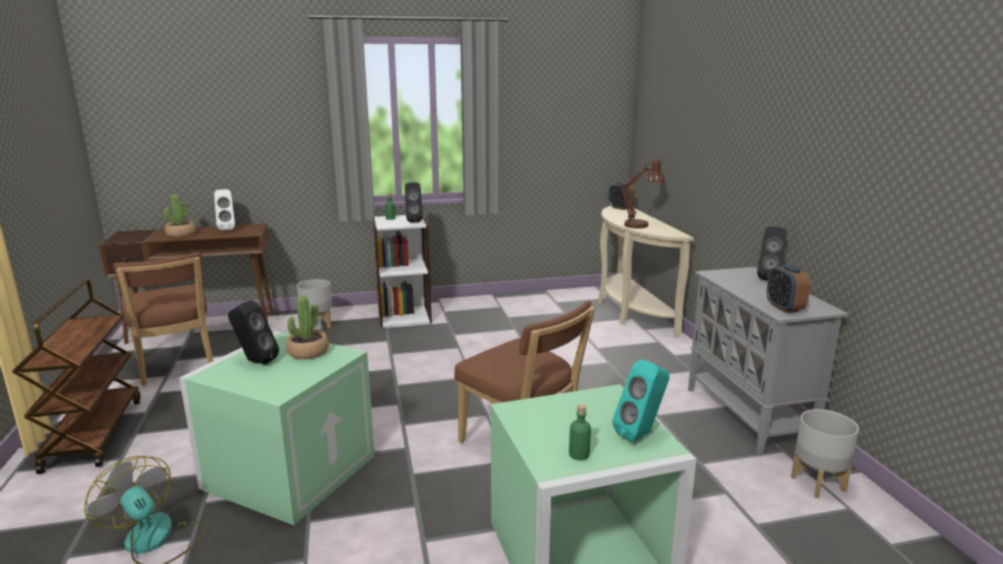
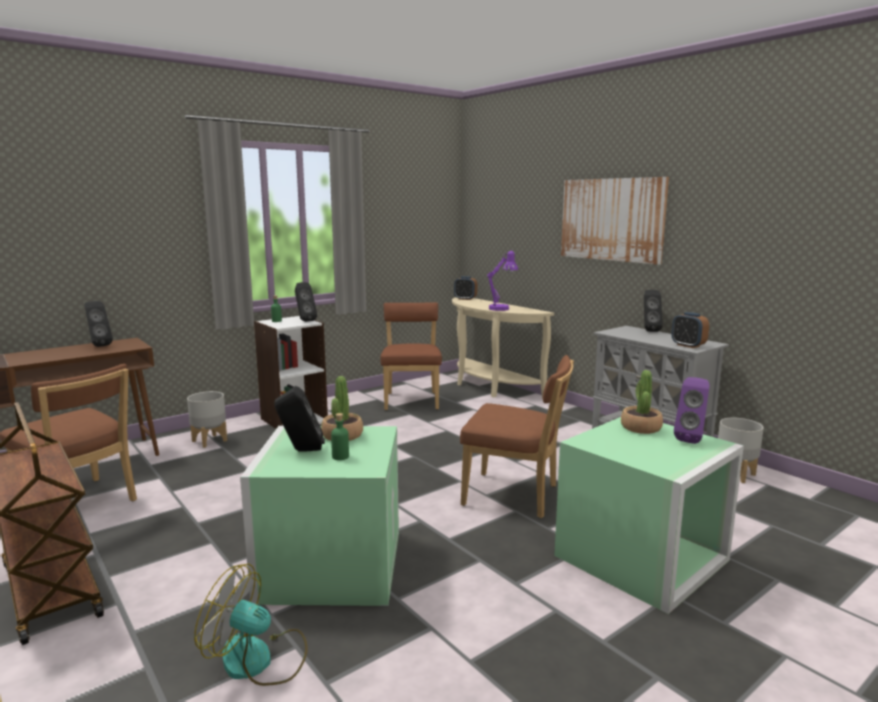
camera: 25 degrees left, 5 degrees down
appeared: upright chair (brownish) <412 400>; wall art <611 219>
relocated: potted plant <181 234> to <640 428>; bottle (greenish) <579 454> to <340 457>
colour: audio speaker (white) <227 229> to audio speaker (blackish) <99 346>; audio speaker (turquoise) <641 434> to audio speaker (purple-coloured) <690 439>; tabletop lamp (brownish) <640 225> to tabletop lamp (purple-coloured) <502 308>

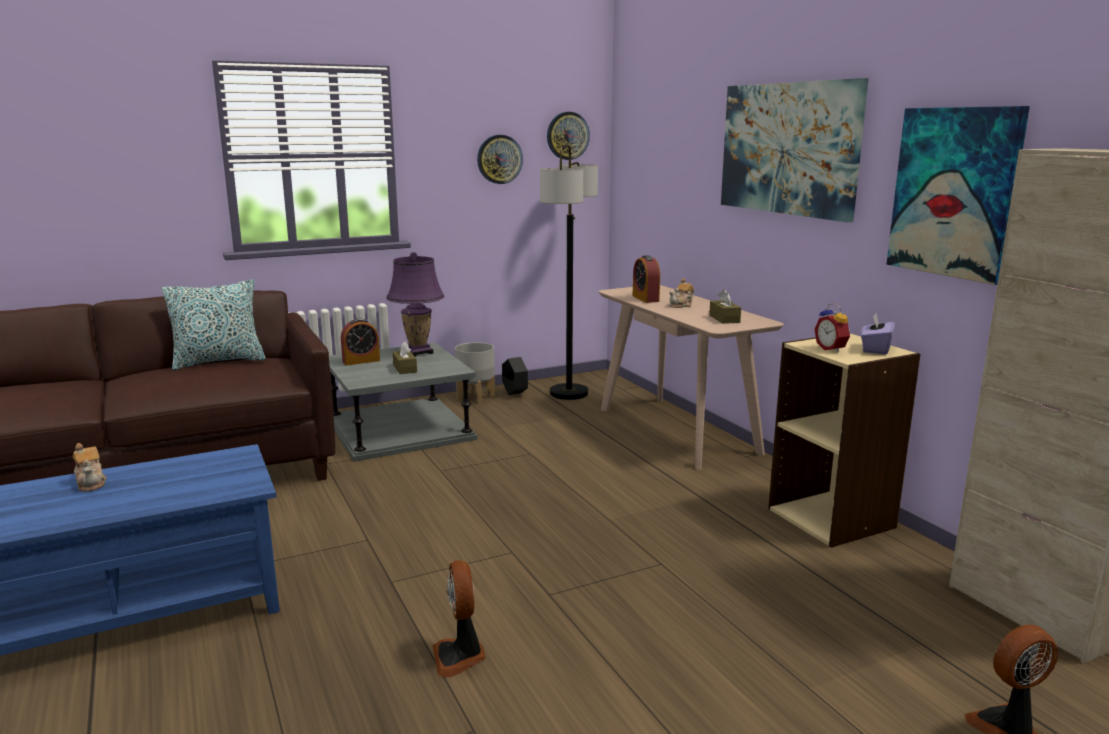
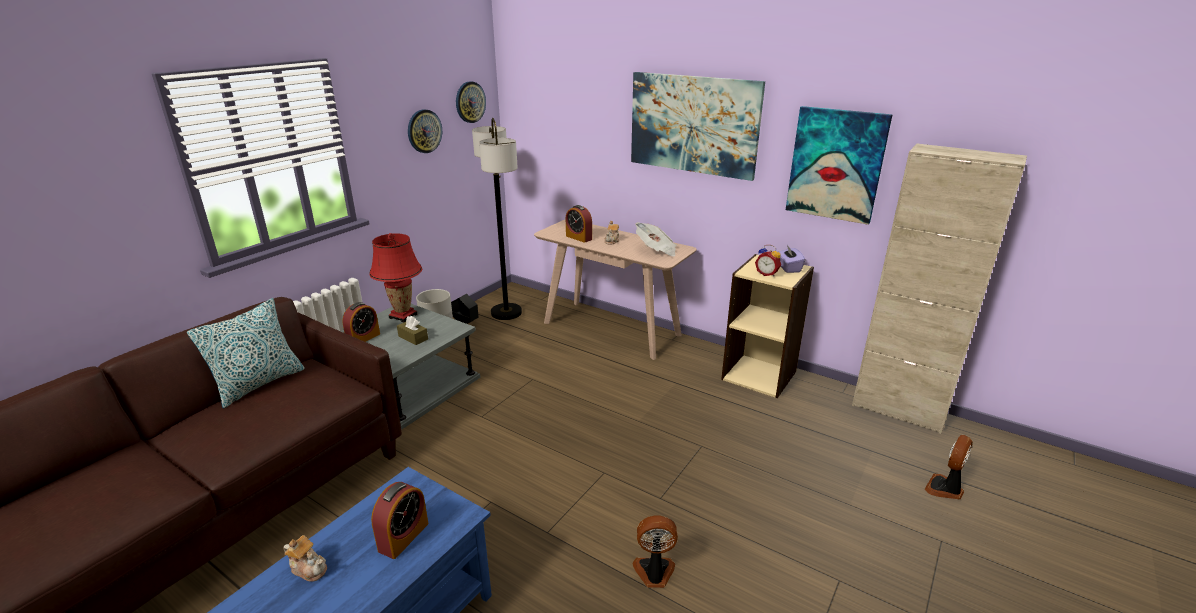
camera: 30 degrees left, 10 degrees up
appeared: bedside clock <403 537>
exchanged: box of tissues (brownish) <724 319> to daily paper <656 250>
colour: tabletop lamp (purple-coloured) <418 352> to tabletop lamp (red-coloured) <403 316>
spun: electric fan <460 656> = <654 573> 135 degrees clockwise

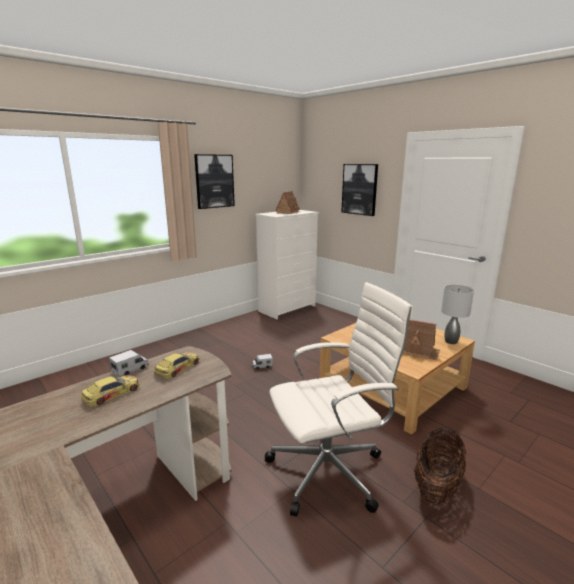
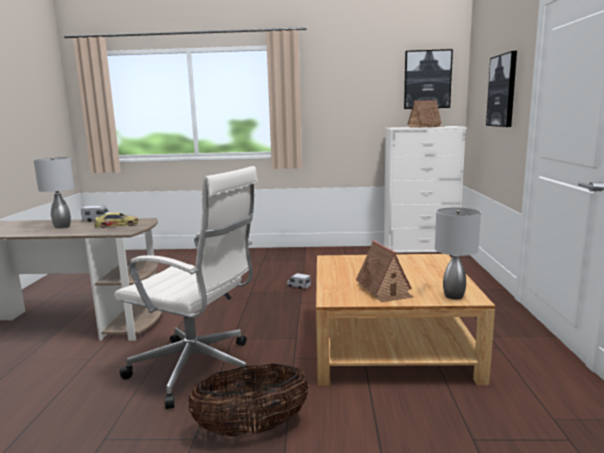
camera: 45 degrees right, 5 degrees down
relocated: wall art <214 181> to <427 79>
exchanged: toy car <112 393> to tabletop lamp (gray) <62 226>

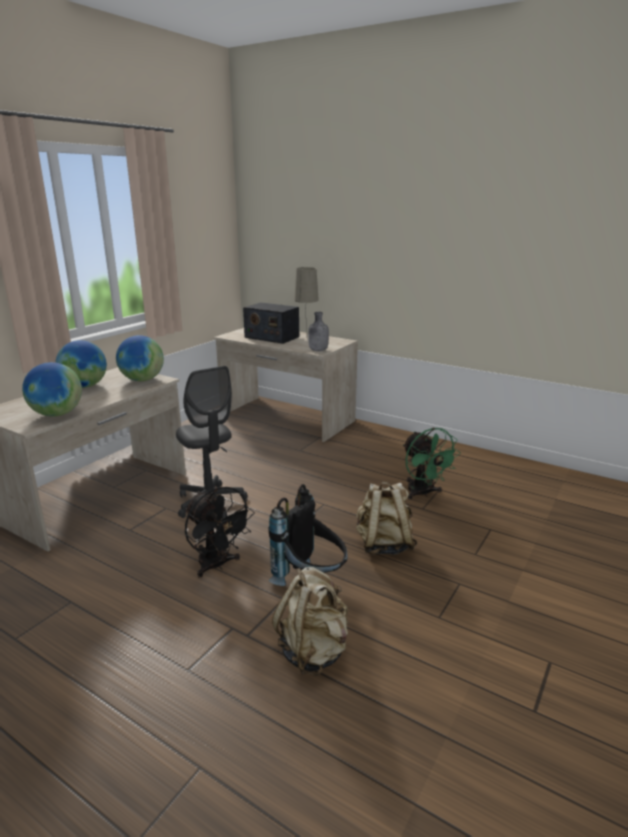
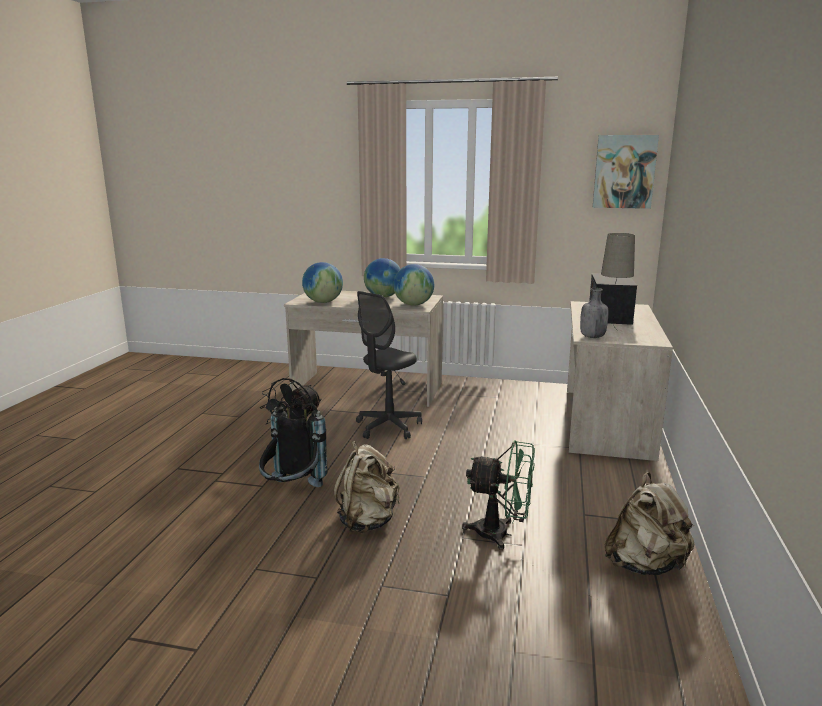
camera: 70 degrees right, 5 degrees down
appeared: wall art <624 172>
relocated: knapsack (beige) <313 651> to <645 565>
spun: electric fan (greenish) <423 493> = <501 534> 120 degrees counterclockwise

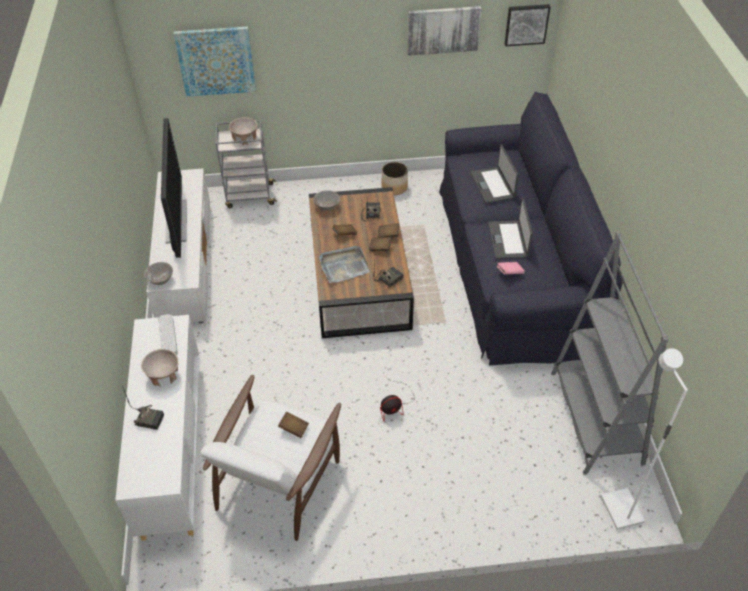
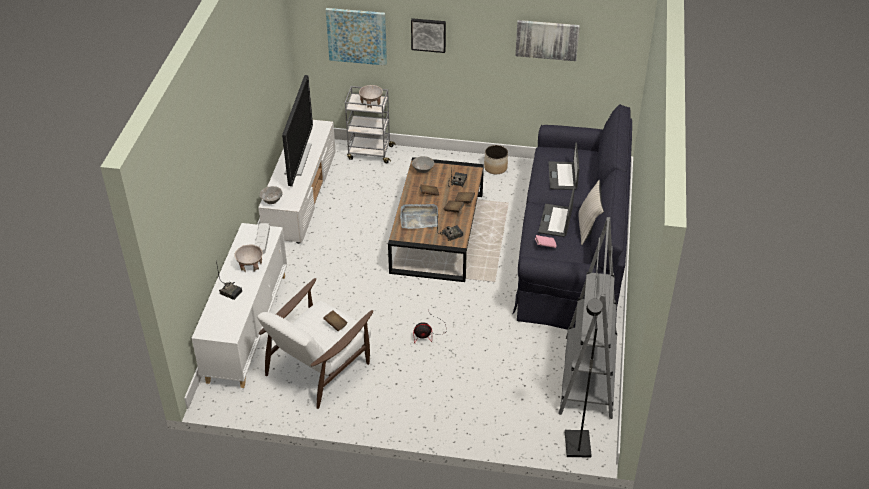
camera: 15 degrees right, 5 degrees down
appeared: cushion (beige) <588 228>
relocated: wall art <526 24> to <428 34>
colour: standard lamp (white) <620 509> to standard lamp (blackish) <576 444>

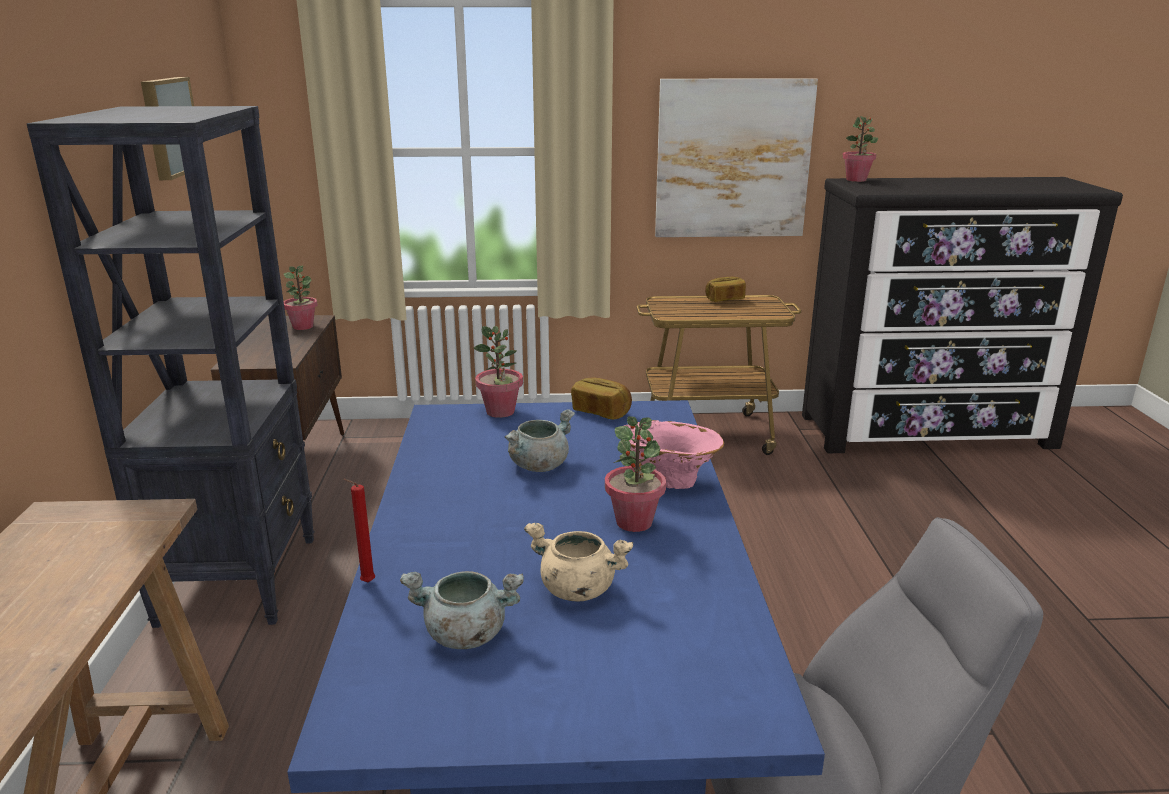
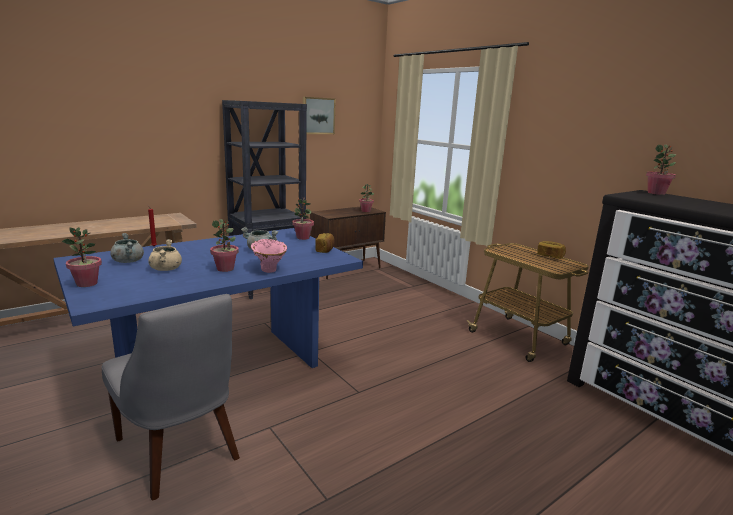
camera: 55 degrees right, 5 degrees down
missing: wall art <732 159>
appeared: potted plant <87 284>

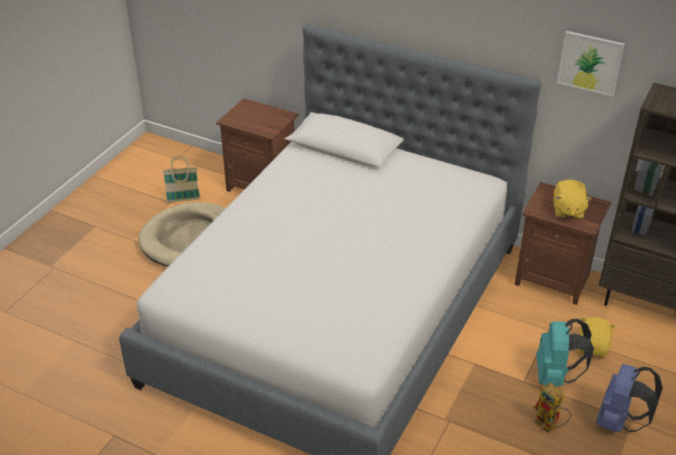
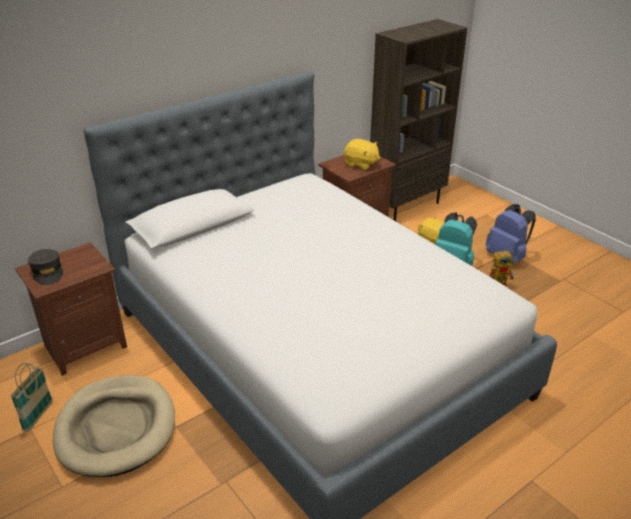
camera: 65 degrees left, 5 degrees down
missing: wall art <590 63>
appeared: baseball cap (gray) <47 272>

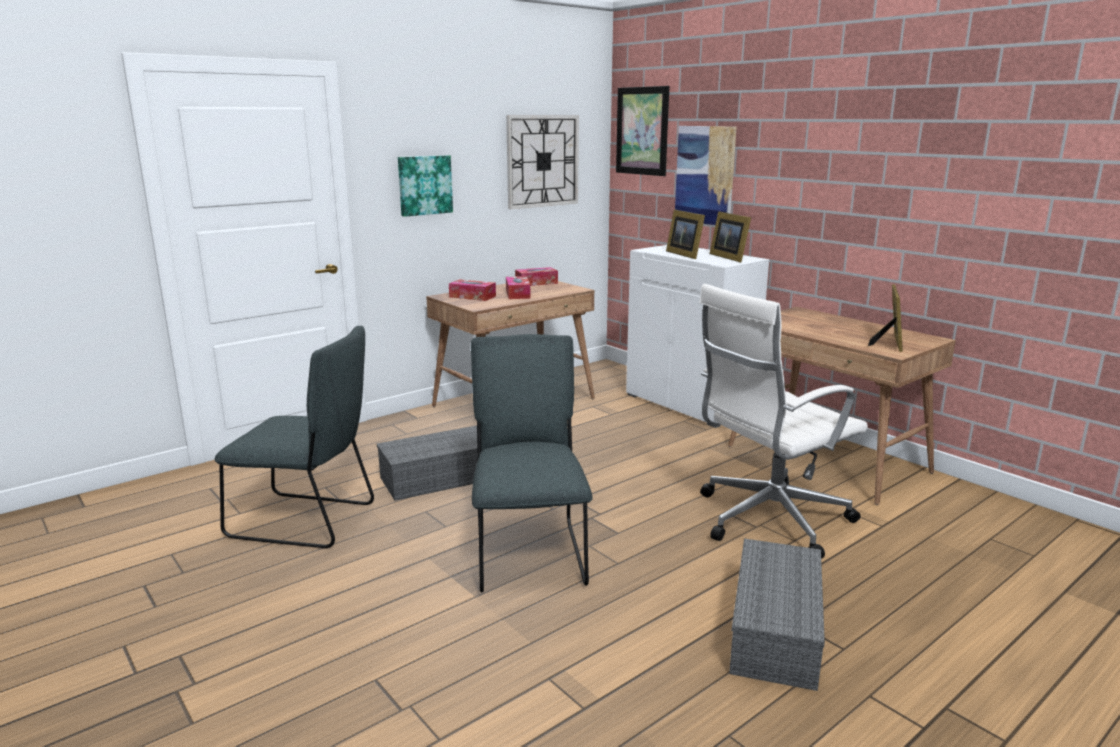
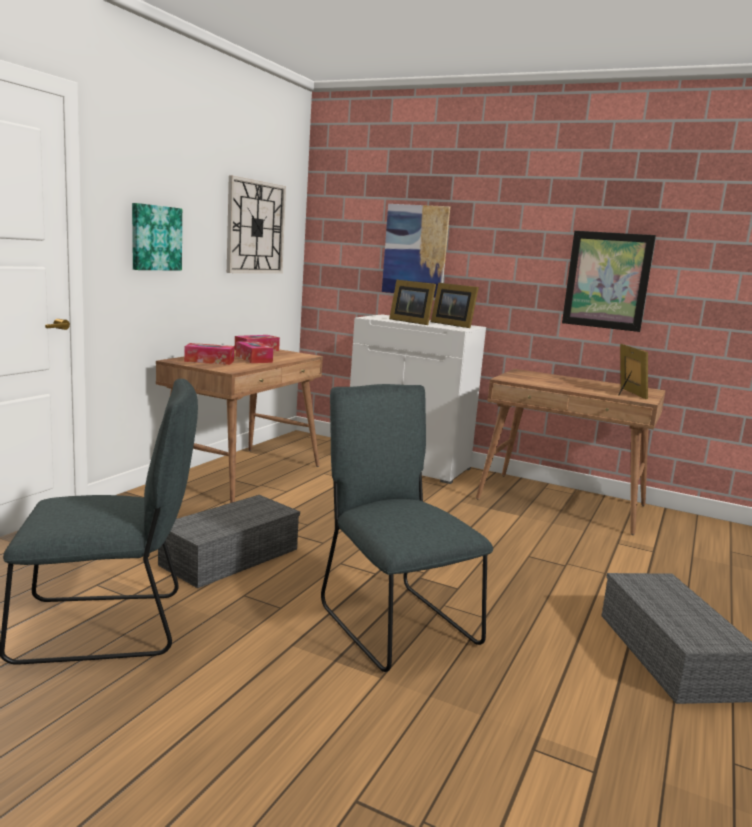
camera: 25 degrees left, 5 degrees down
missing: office chair (white) <768 519>
relocated: wall art <642 131> to <607 280>

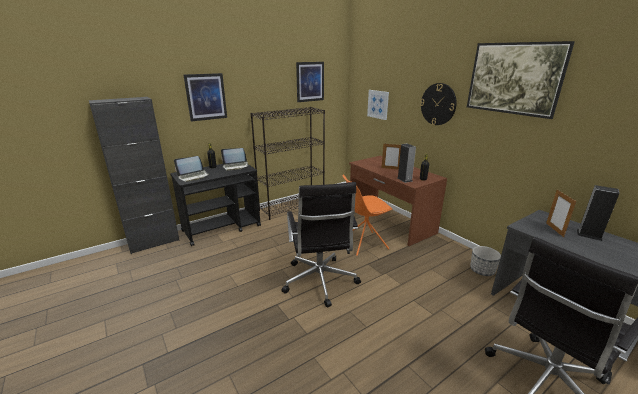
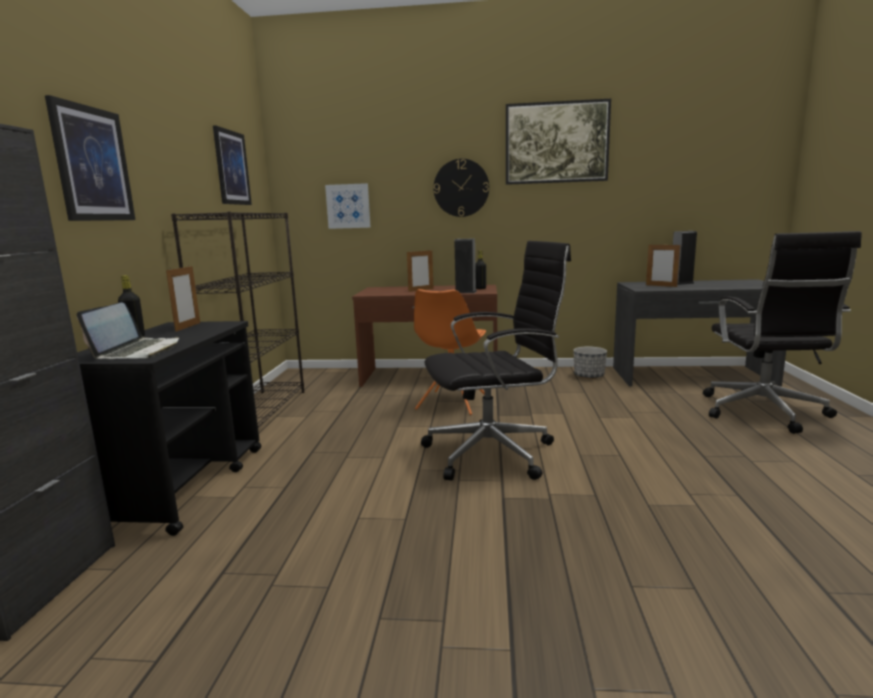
camera: 50 degrees left, 10 degrees down
exchanged: notebook computer <235 166> to standing frame <188 327>
spun: office chair (blackish) <320 282> = <493 453> 45 degrees counterclockwise

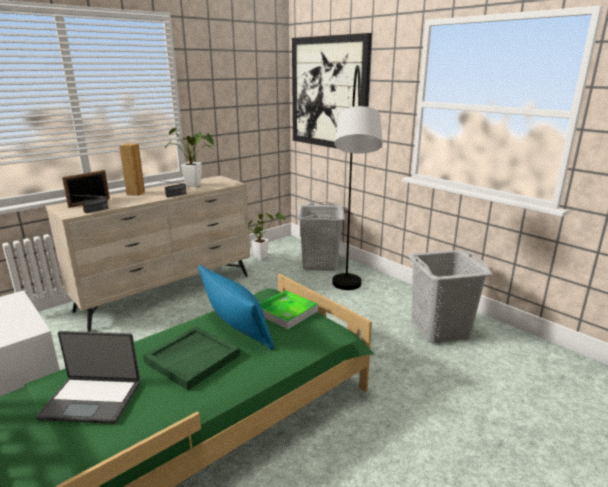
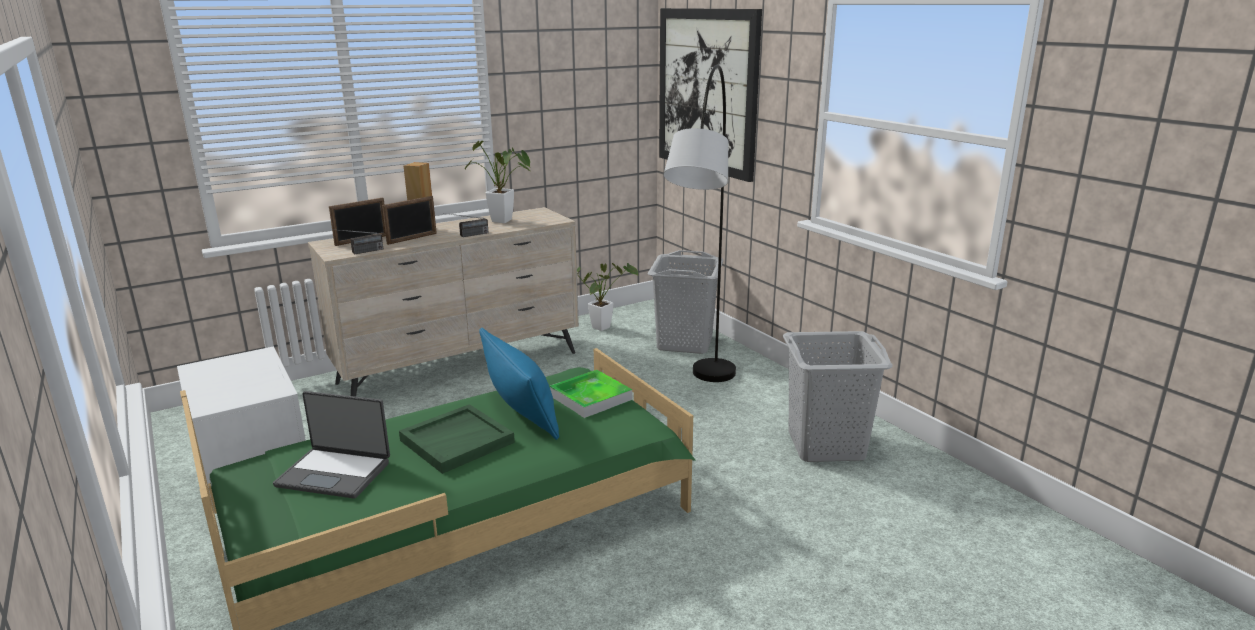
camera: 10 degrees right, 0 degrees up
appeared: standing frame <412 239>

